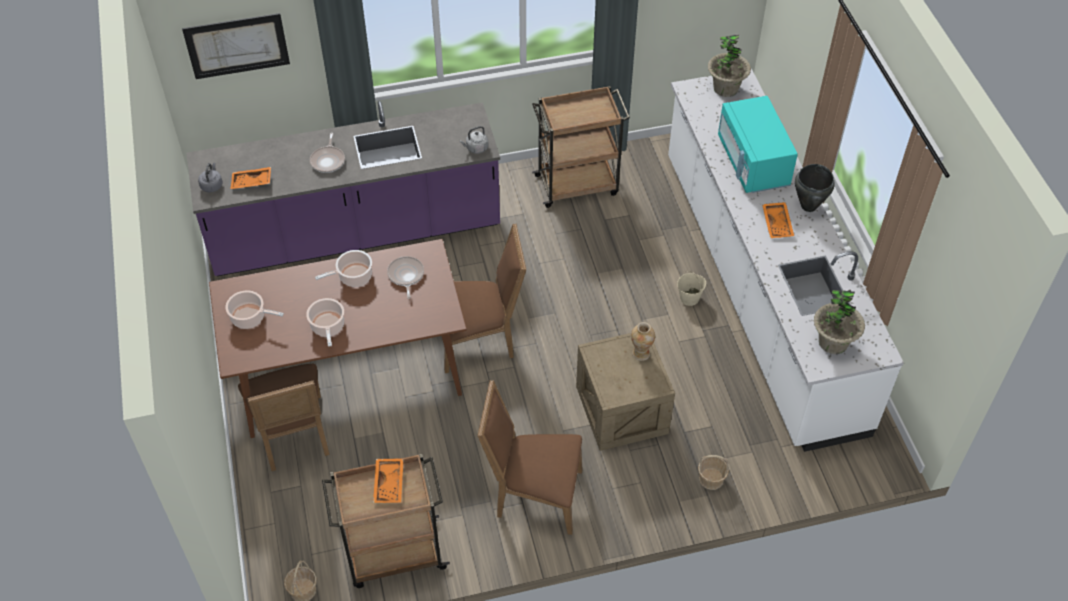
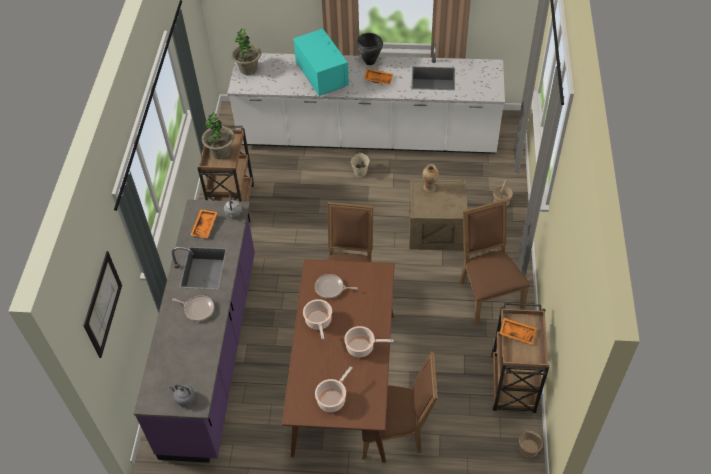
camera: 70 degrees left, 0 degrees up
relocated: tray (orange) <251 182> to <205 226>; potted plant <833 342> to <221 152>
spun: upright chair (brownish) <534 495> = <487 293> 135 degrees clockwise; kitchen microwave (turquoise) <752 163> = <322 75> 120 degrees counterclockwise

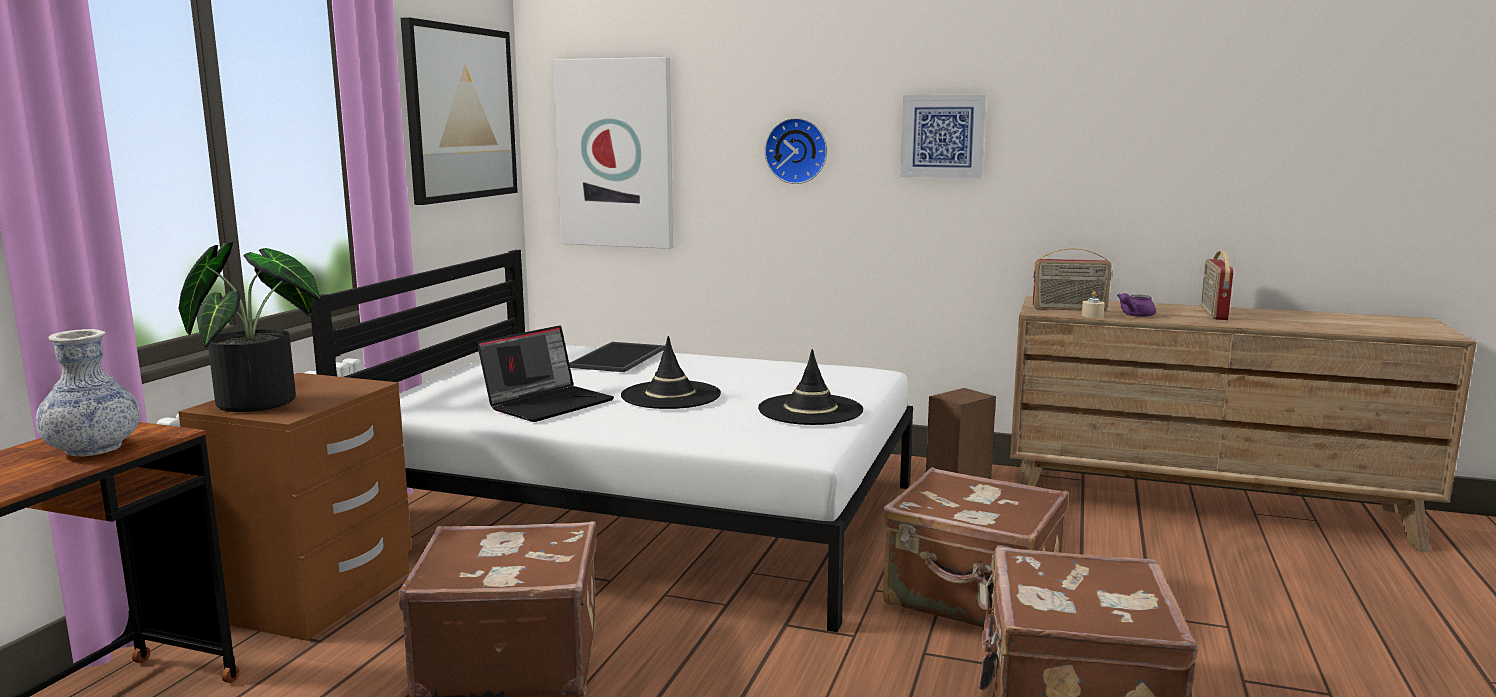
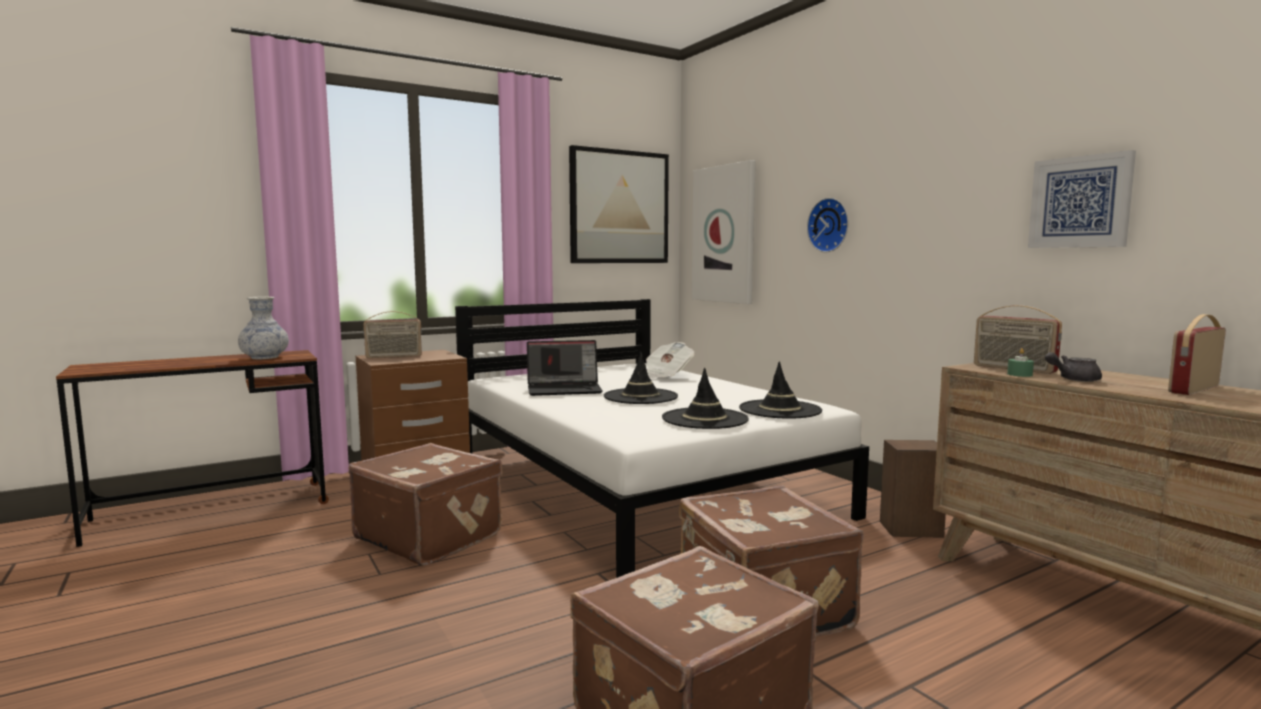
camera: 40 degrees right, 5 degrees down
appeared: clothing hat (blackish) <780 410>
relocated: wall art <943 136> to <1080 202>
exchanged: potted plant <266 401> to radio set <394 356>; tray <619 358> to daily paper <666 375>
colour: wax candle (beige) <1092 315> to wax candle (greenish) <1019 374>; pot for tea (purple-coloured) <1134 315> to pot for tea (gray) <1073 379>

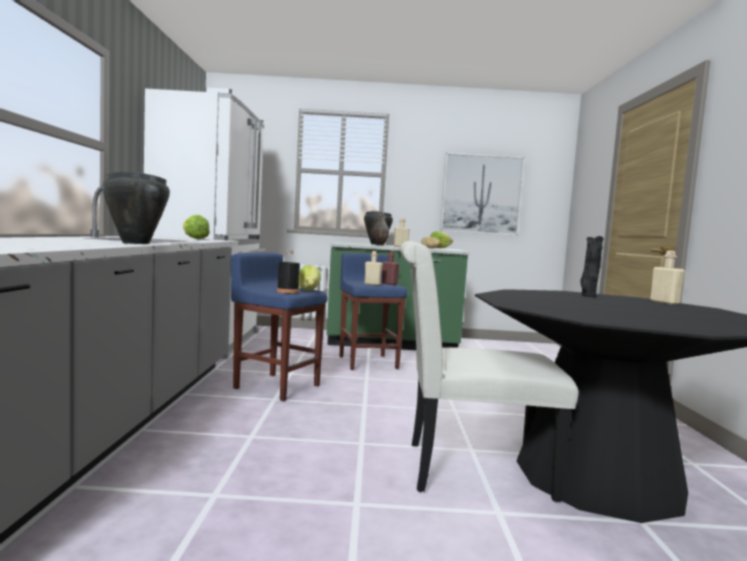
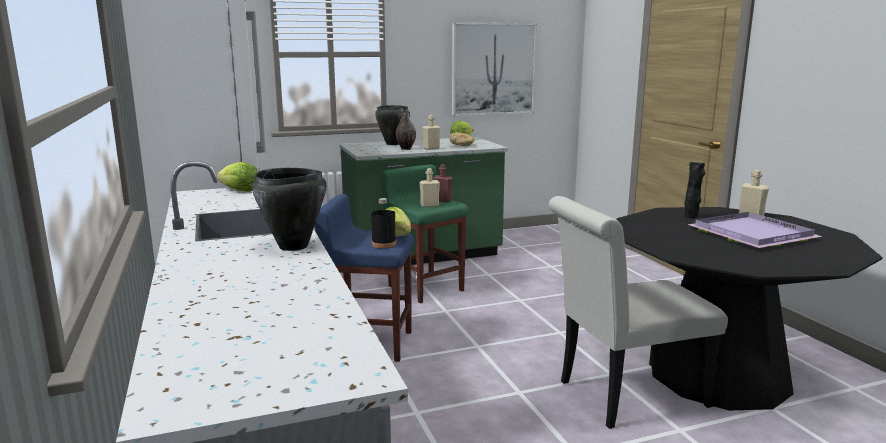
camera: 20 degrees left, 10 degrees up
appeared: tray (purple-coloured) <749 234>
colour: sitting stool (blue-coloured) <368 362> to sitting stool (greenish) <425 288>

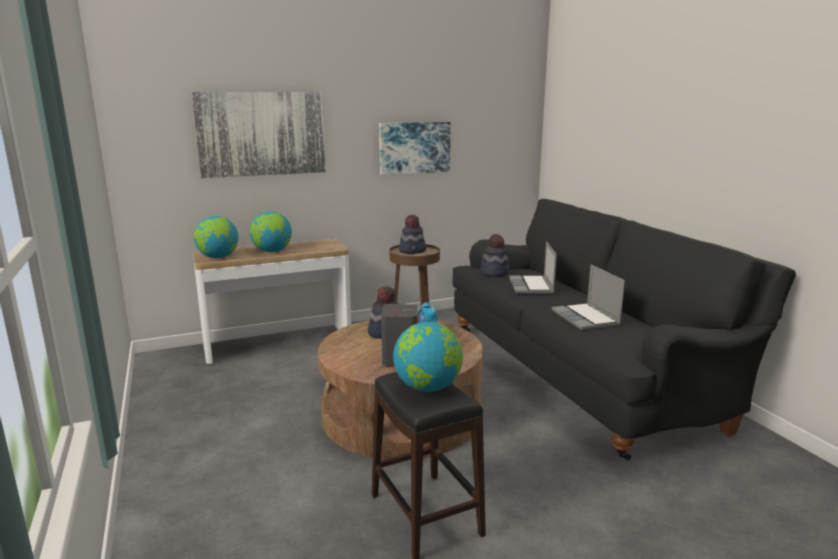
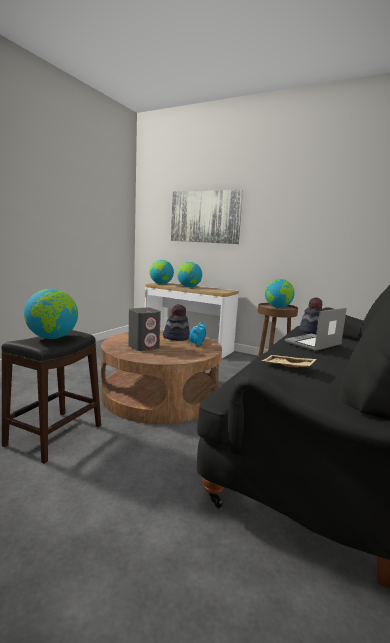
camera: 50 degrees right, 5 degrees down
missing: wall art <414 147>
exchanged: clothing hat <412 251> to globe <278 307>; notebook computer <586 318> to tray (beige) <287 367>

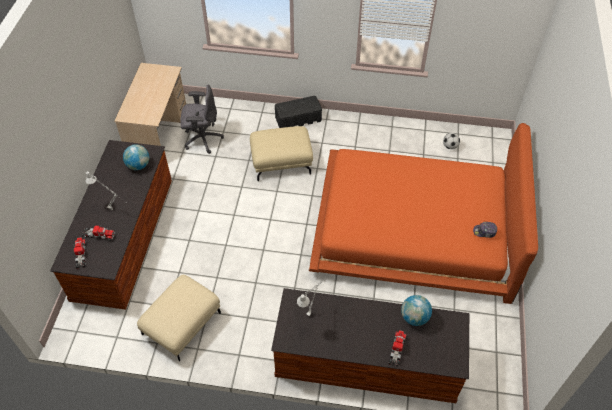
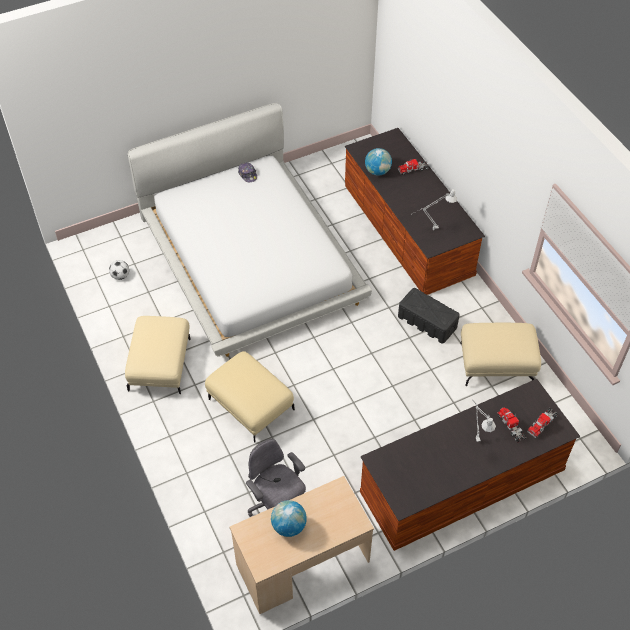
camera: 125 degrees left, 0 degrees up
appeared: ottoman (beige) <161 365>
relocated: globe <138 165> to <289 526>; storage bin (blackish) <298 119> to <426 322>
colour: bedroom bed (orange) <415 227> to bedroom bed (white) <250 257>

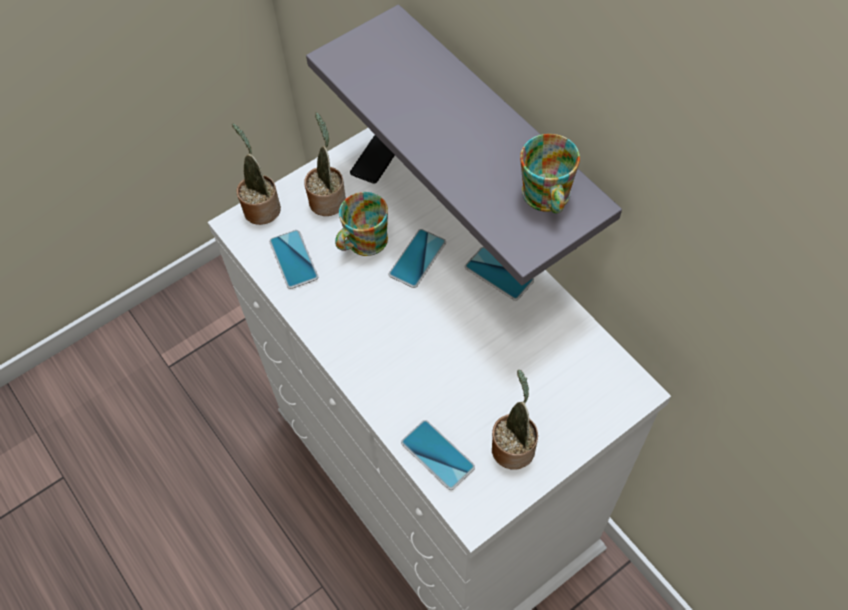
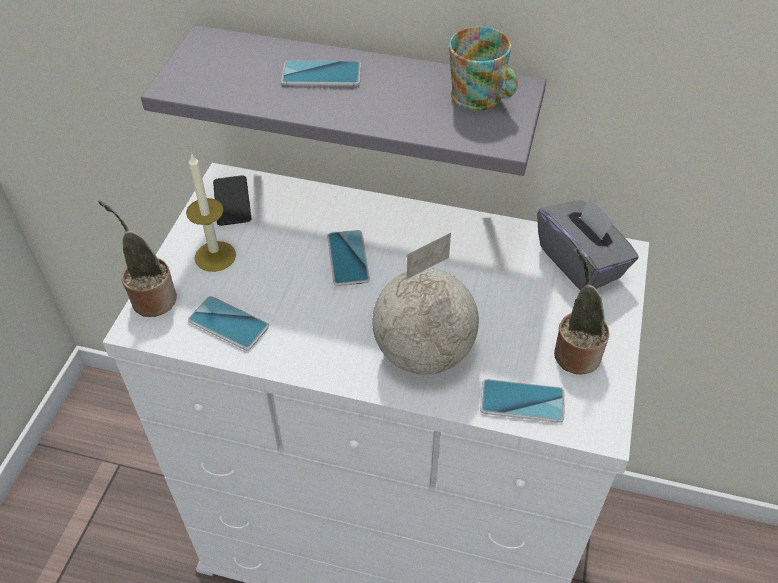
camera: 40 degrees left, 10 degrees down
missing: tea mug <362 242>
appeared: globe <425 353>; box of tissues (gray) <580 263>
relocated: phone <499 274> to <321 74>
exchanged: potted plant <328 199> to wax candle <215 256>

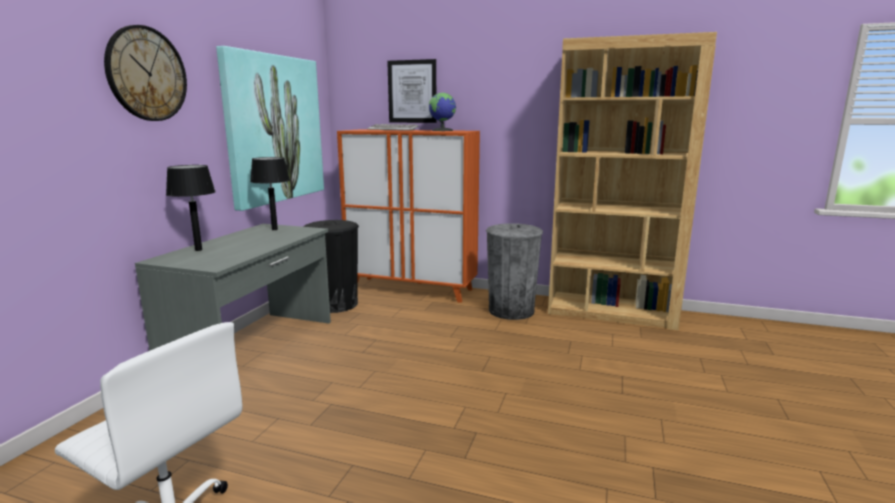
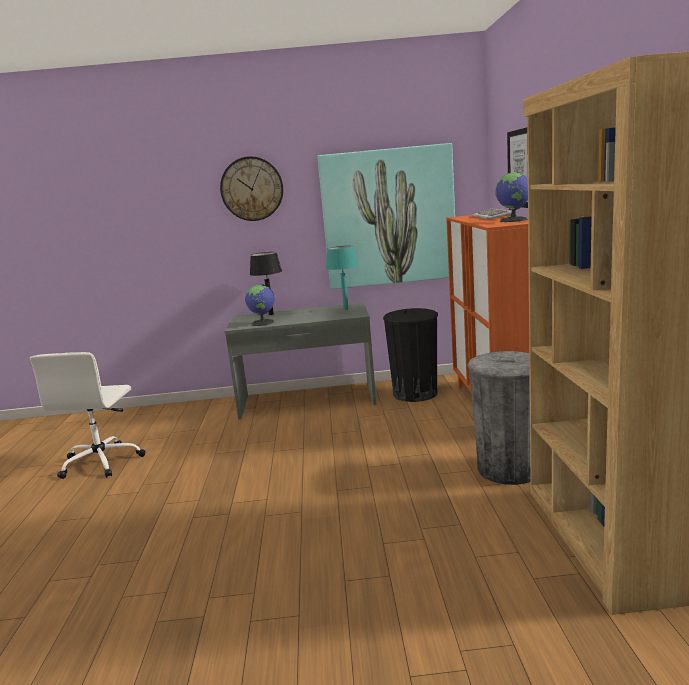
camera: 70 degrees right, 0 degrees up
appeared: globe <263 323>
colour: tabletop lamp (blackish) <274 229> to tabletop lamp (turquoise) <346 309>

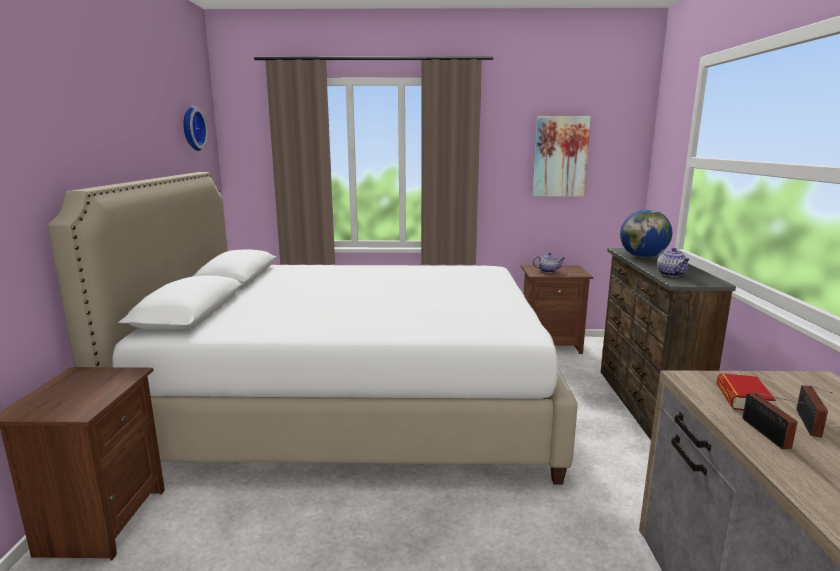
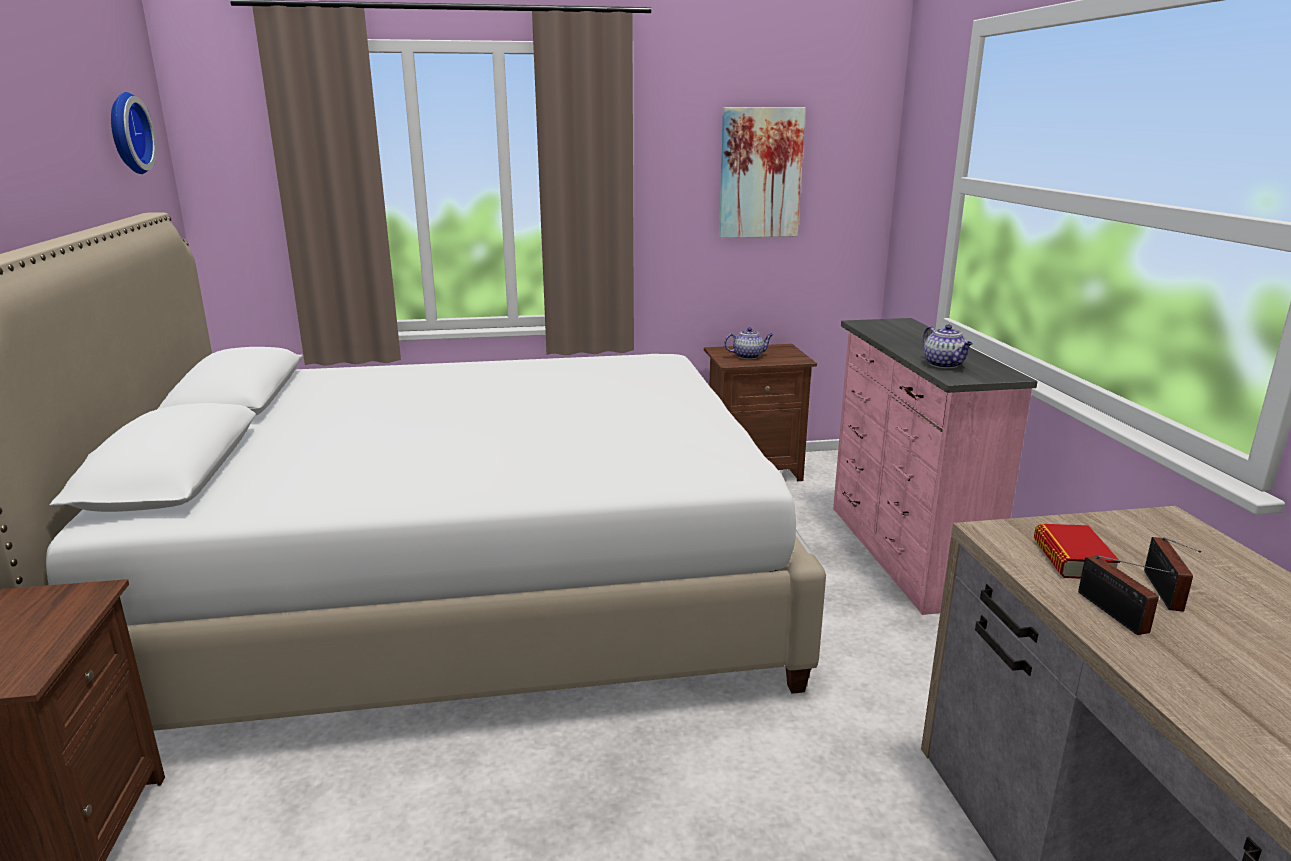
camera: 10 degrees left, 5 degrees up
missing: globe <643 257>
colour: dresser (brownish) <644 404> to dresser (pink-coloured) <902 554>

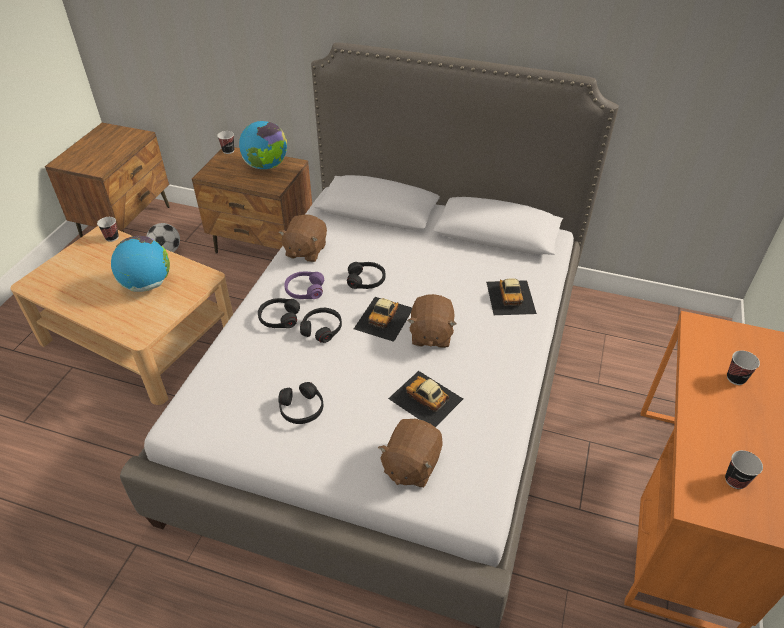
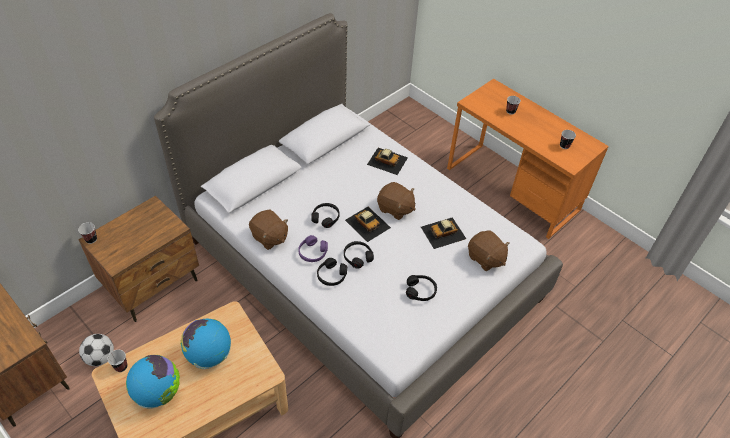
camera: 65 degrees left, 5 degrees up
relocated: globe <266 166> to <158 393>

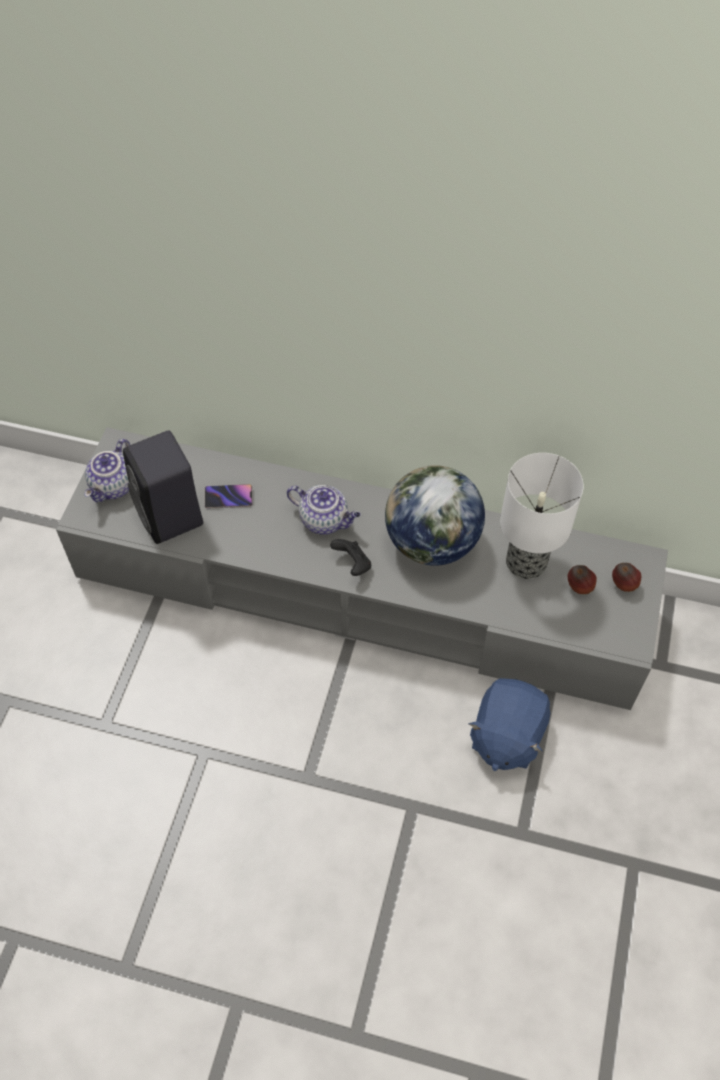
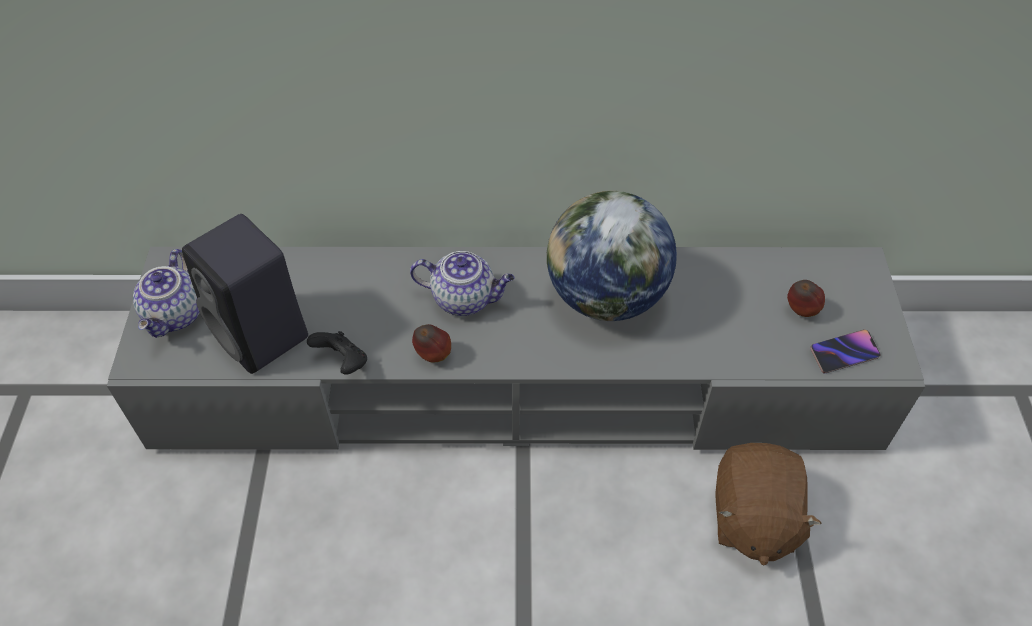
camera: 15 degrees left, 5 degrees down
missing: tabletop lamp <526 563>
relocated: phone <228 498> to <843 353>; gamepad (blackish) <353 564> to <343 362>; apple <623 585> to <433 356>
colour: cuddly toy (blue-coloured) <506 736> to cuddly toy (brownish) <752 518>

